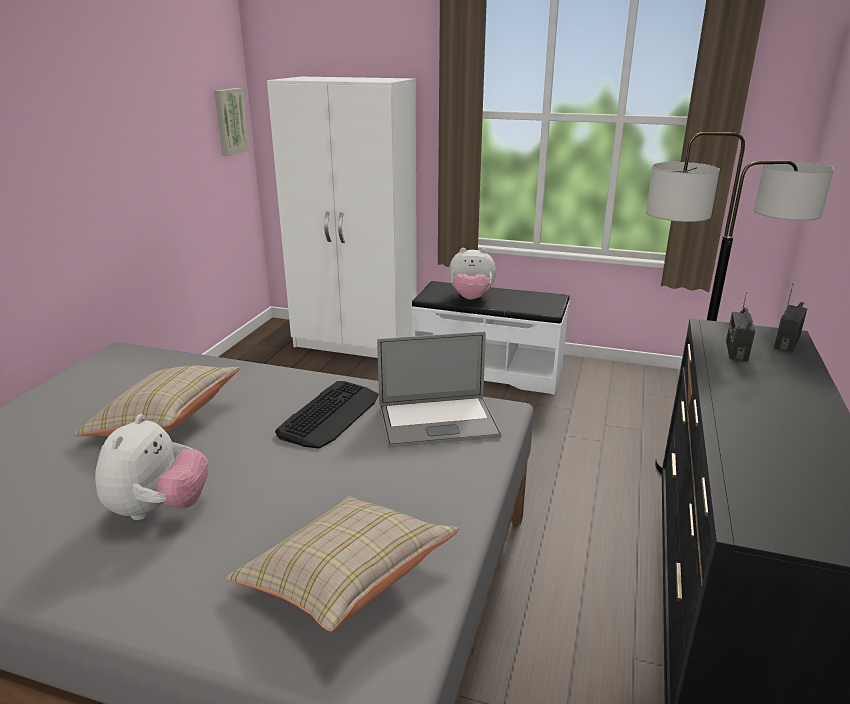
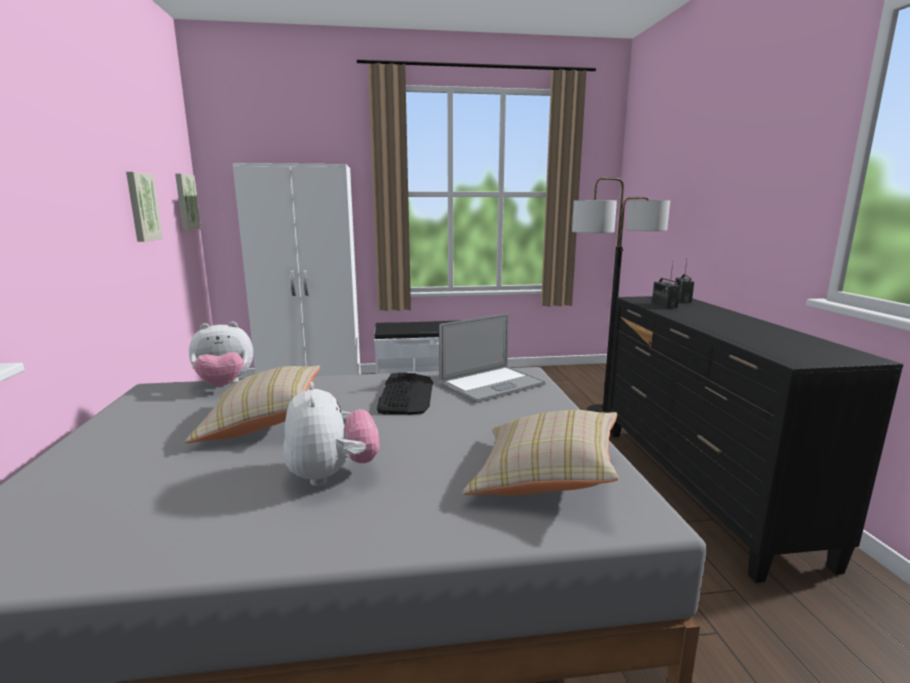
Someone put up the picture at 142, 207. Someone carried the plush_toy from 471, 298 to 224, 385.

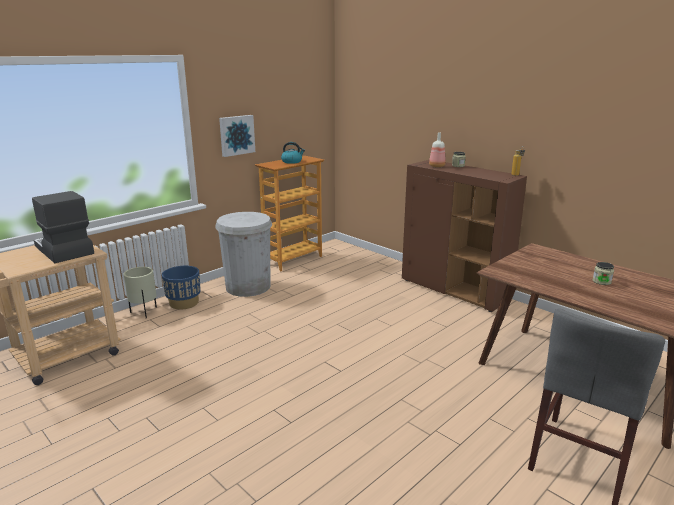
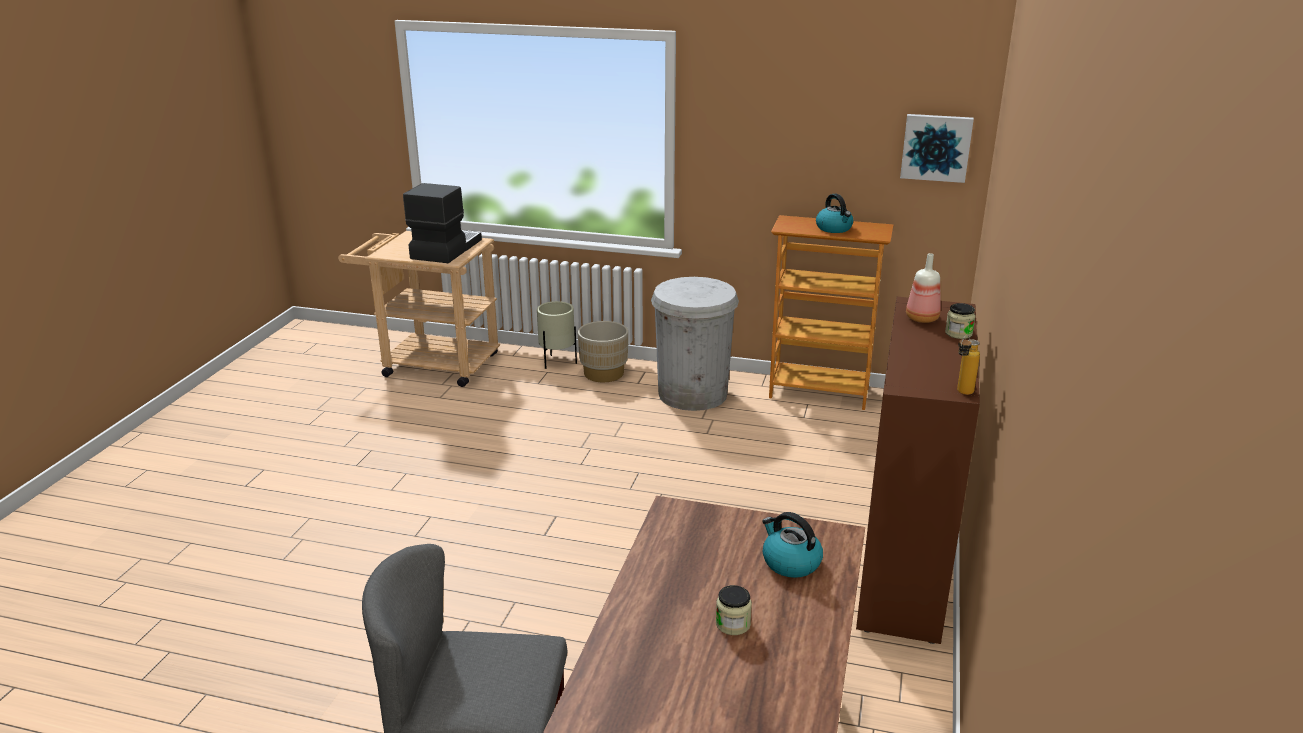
Someone repainted the blue_planter at 184, 303, which became the beige_planter at 603, 373. Someone put down the kettle at 790, 562. Someone carried the picture from 236, 135 to 936, 147.

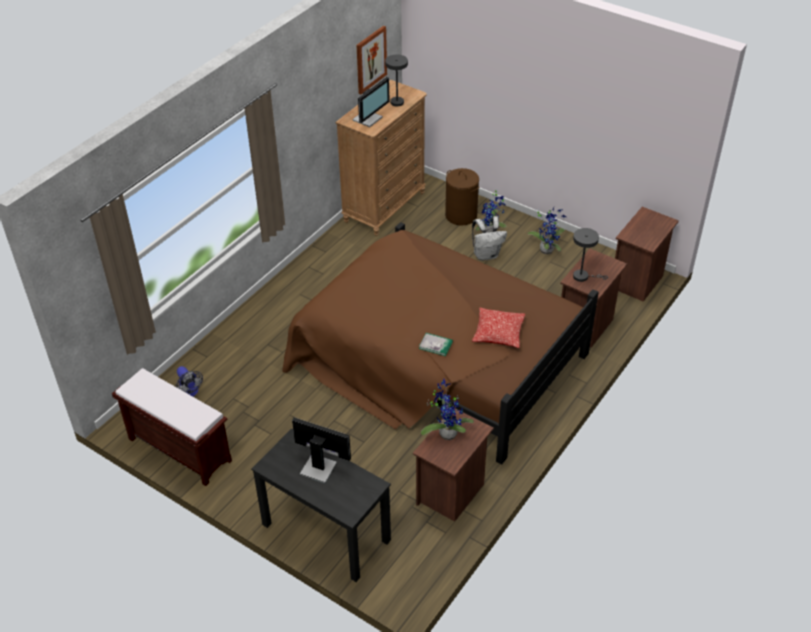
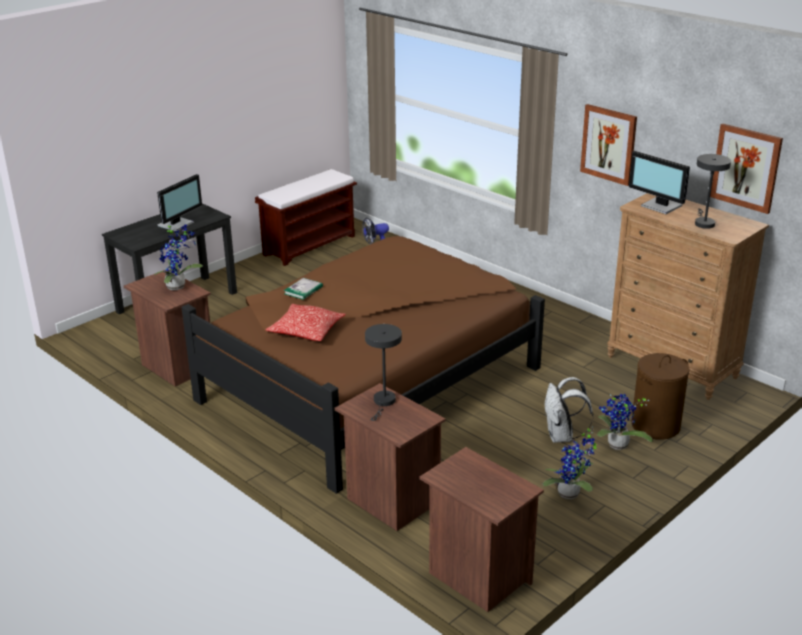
Someone put up the picture at 608, 144.

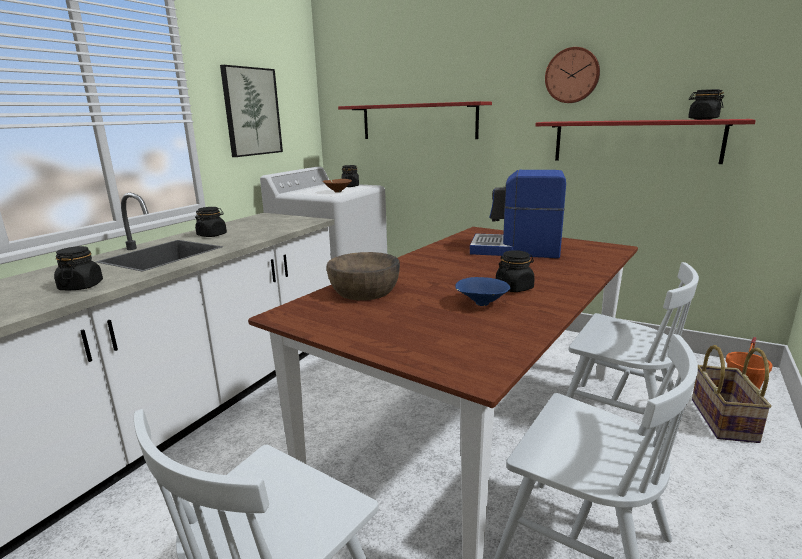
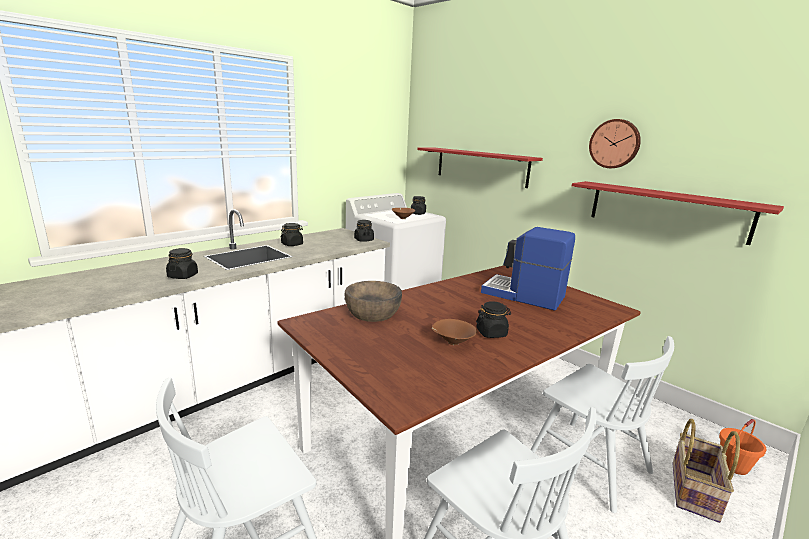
Someone carried the black_jar from 703, 119 to 363, 240. Someone repainted the blue_bowl at 480, 304, which became the brown_bowl at 452, 343. Someone took away the picture at 251, 112.

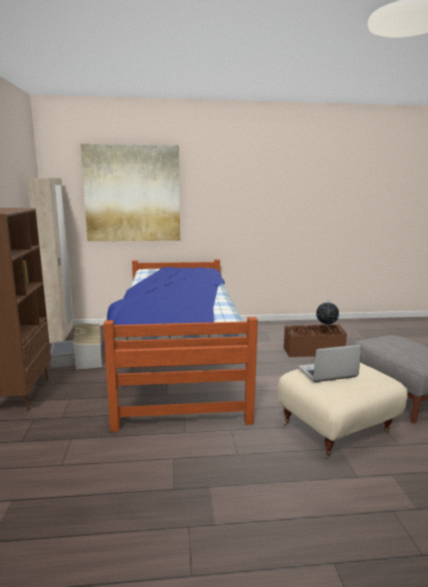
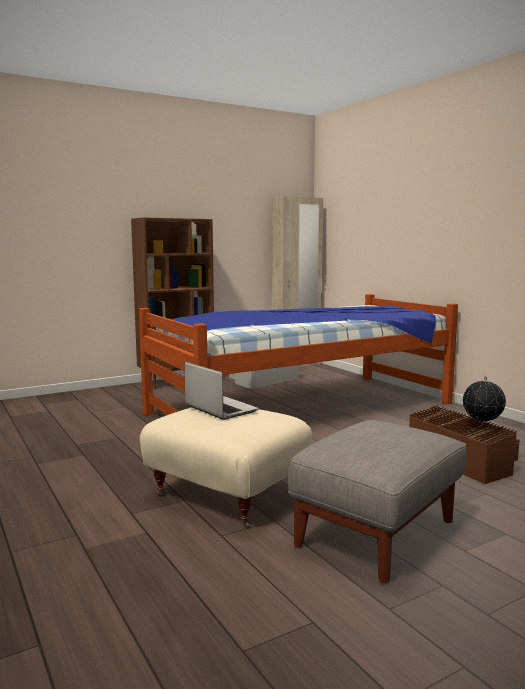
Someone took away the picture at 132, 194.

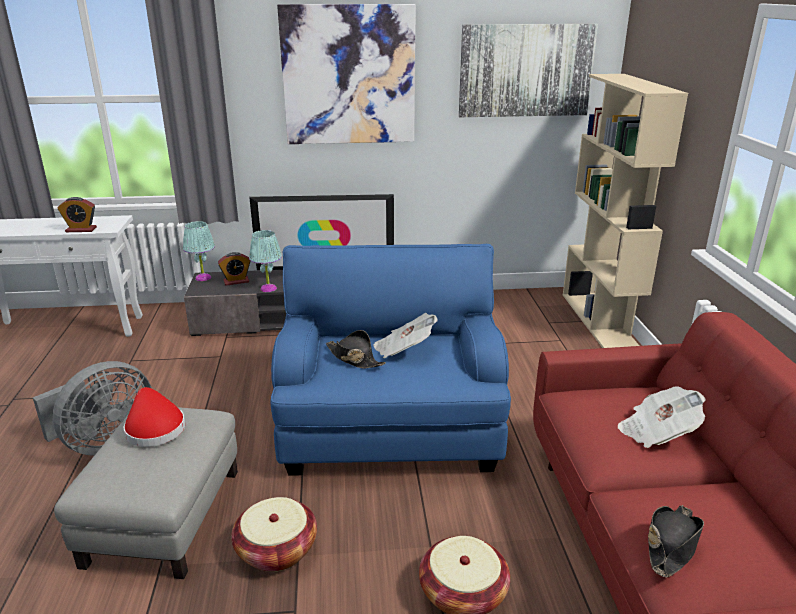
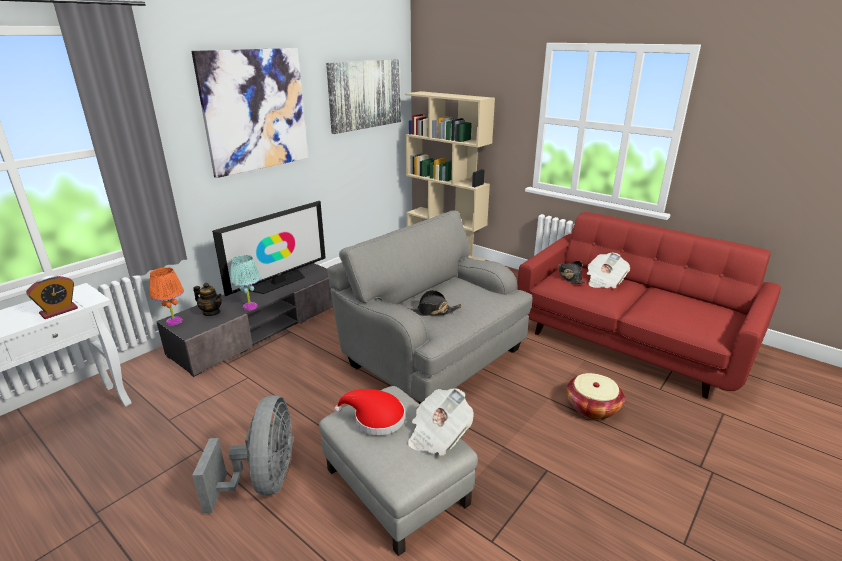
Someone repainted the turquoise_table_lamp at 203, 278, which became the orange_table_lamp at 174, 321. Someone swapped the alarm_clock at 236, 281 for the teapot at 211, 312. Someone repainted the blue_armchair at 390, 423, which became the grey_armchair at 432, 355. Someone carried the newspaper from 404, 349 to 438, 435. Someone carried the black_hat from 671, 545 to 570, 277. Someone took away the basket at 276, 550.

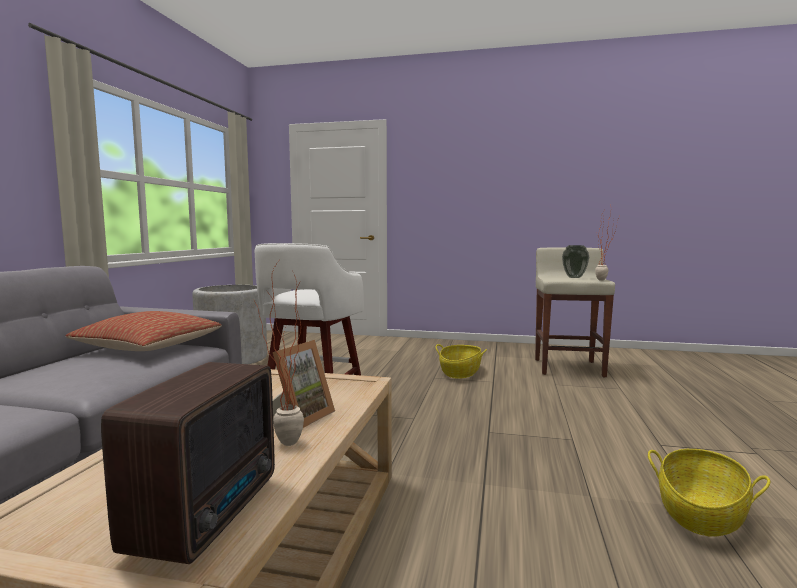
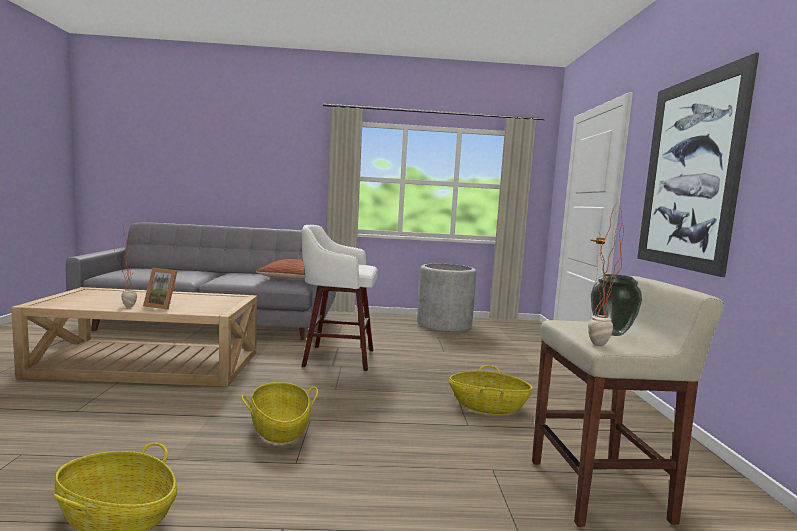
Someone put down the basket at 280, 428. Someone put up the picture at 689, 173. Someone took away the radio at 211, 511.

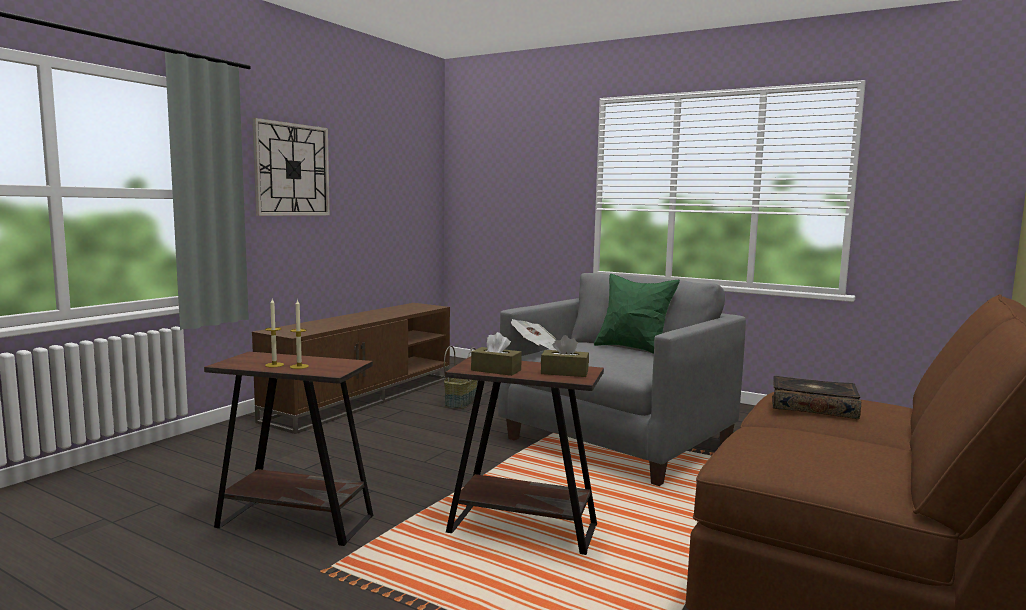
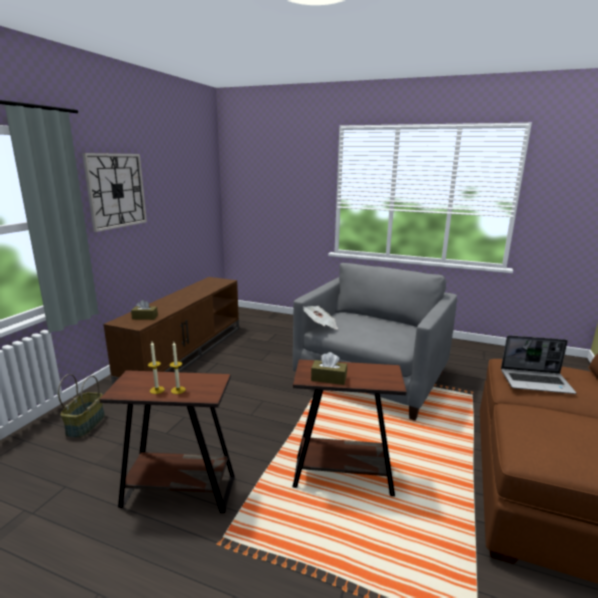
Someone carried the basket from 460, 402 to 85, 424. Someone carried the brown_tissue_box from 564, 372 to 145, 317. Someone swapped the book at 813, 407 for the laptop at 536, 382. Someone took away the green_pillow at 633, 349.

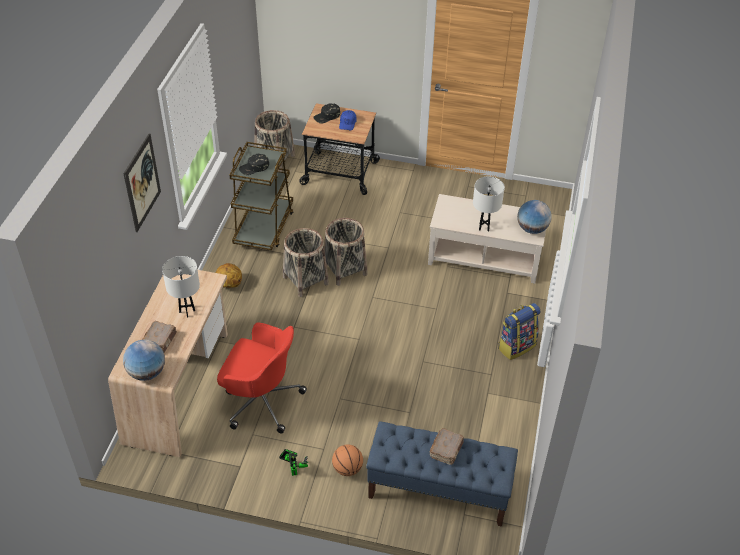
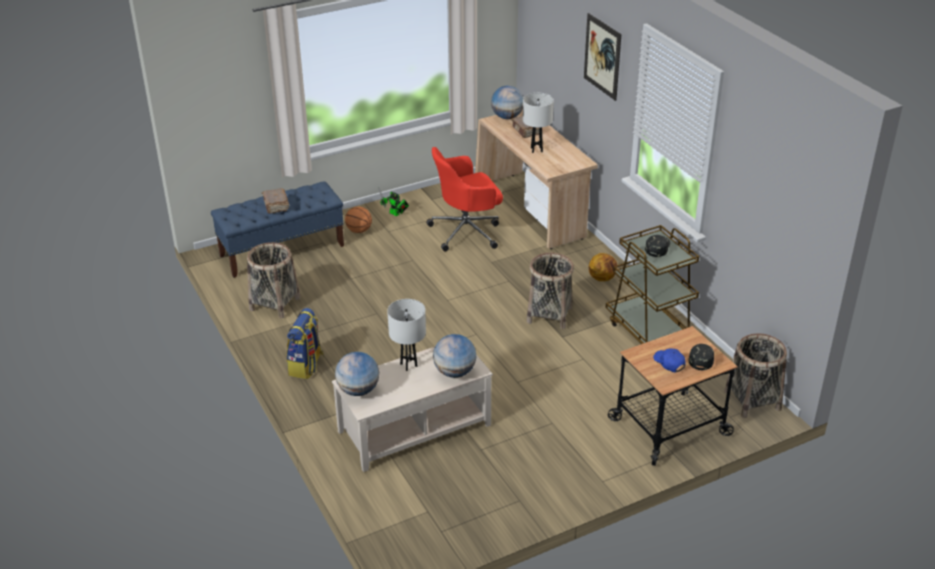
Someone carried the basket from 344, 269 to 275, 303. Someone put down the globe at 455, 372.

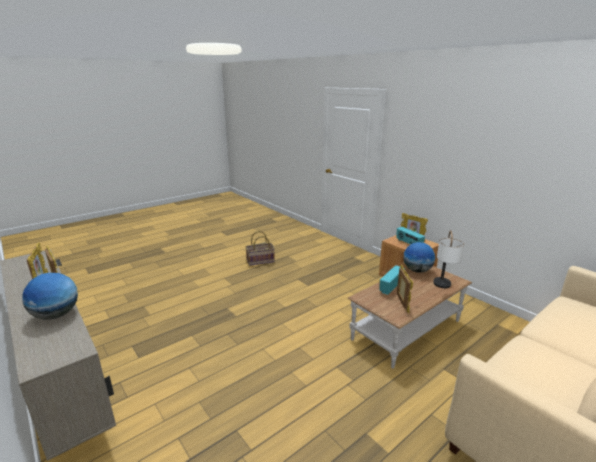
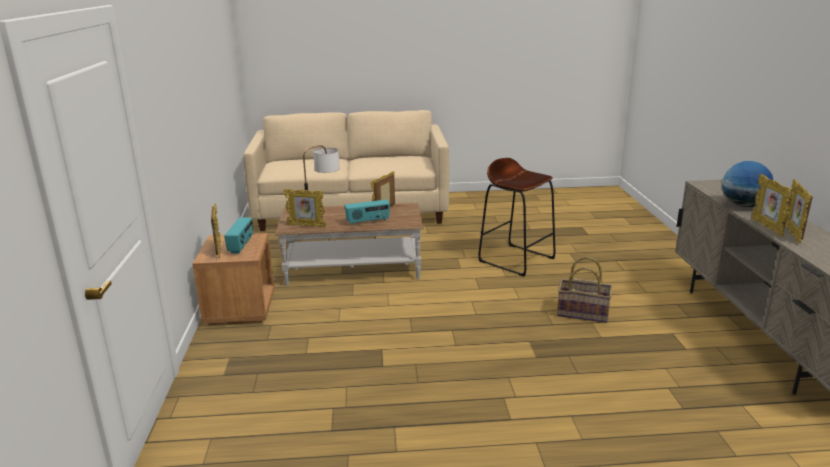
Someone swapped the globe at 417, 270 for the picture_frame at 306, 226. Someone put down the brown_stool at 516, 259. Someone carried the basket from 260, 261 to 583, 313.

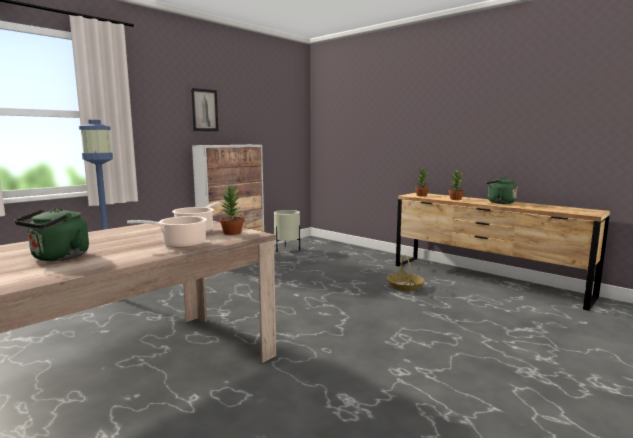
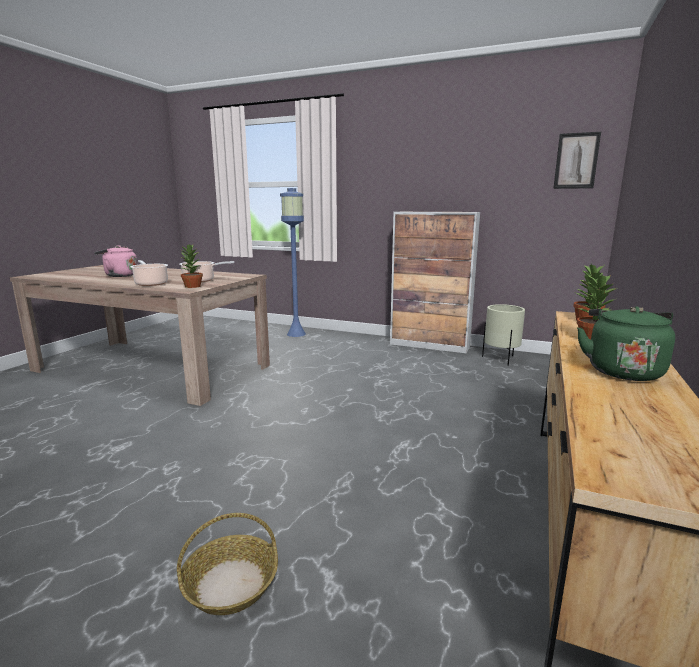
Someone repainted the green_kettle at 58, 257, which became the pink_kettle at 119, 275. Someone carried the basket from 405, 286 to 230, 584. Someone carried the picture from 204, 110 to 576, 161.

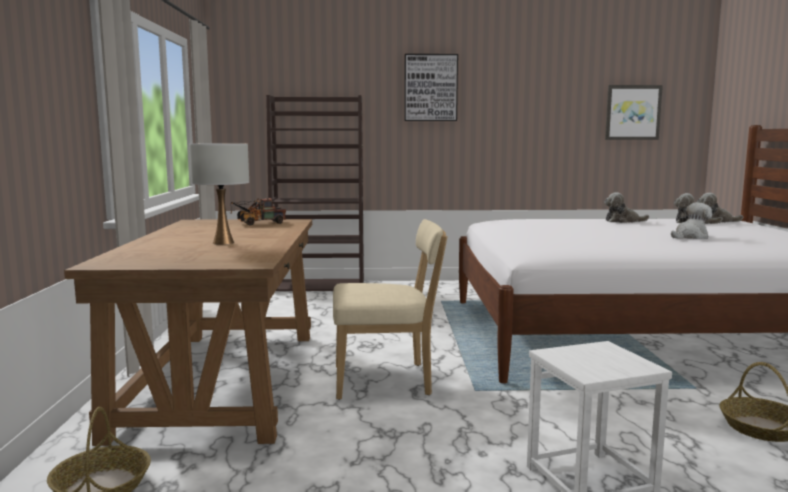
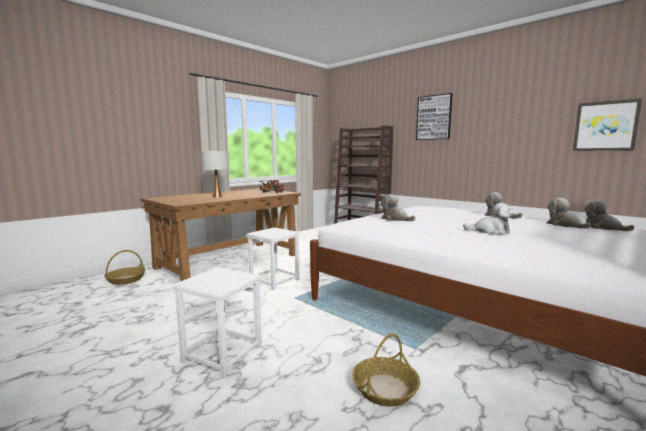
Someone swapped the beige_chair at 387, 381 for the white_stool at 274, 280. Someone put down the plush_toy at 395, 219.

